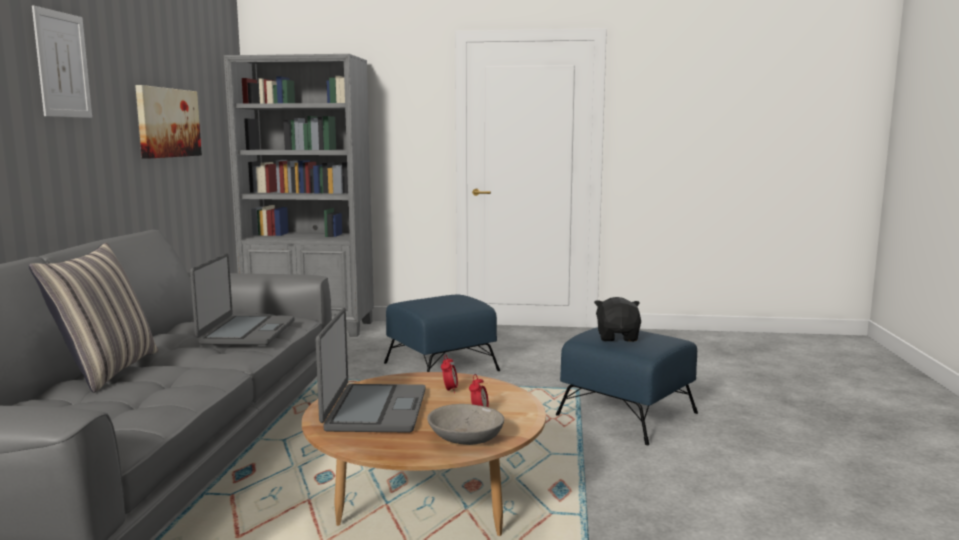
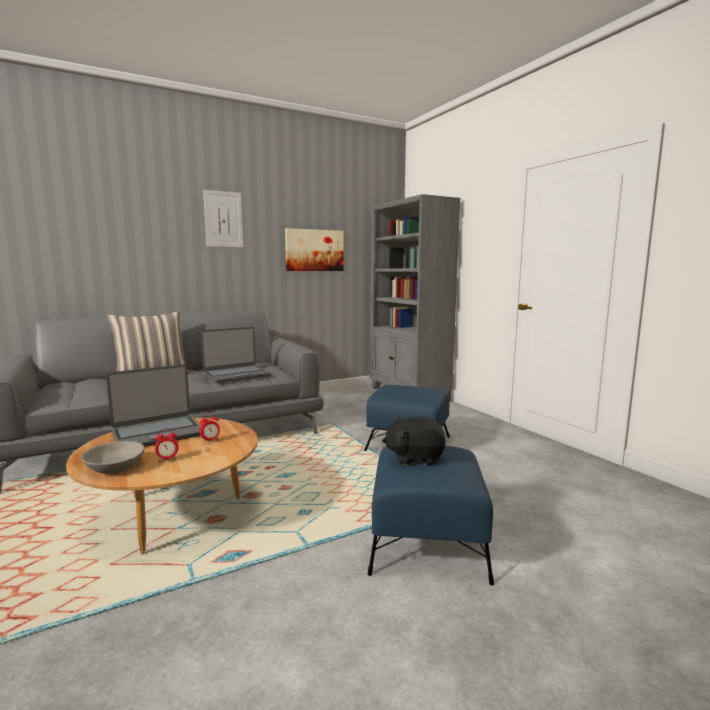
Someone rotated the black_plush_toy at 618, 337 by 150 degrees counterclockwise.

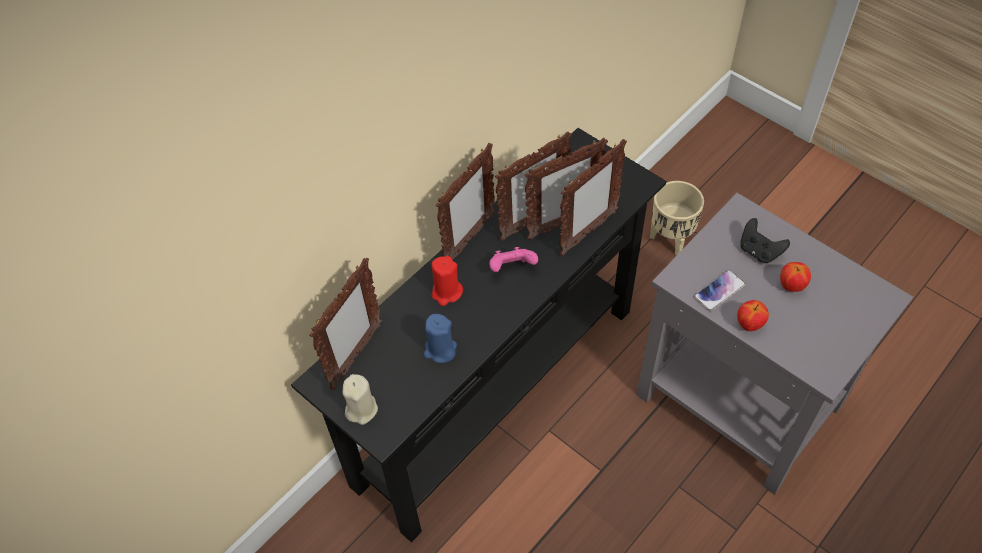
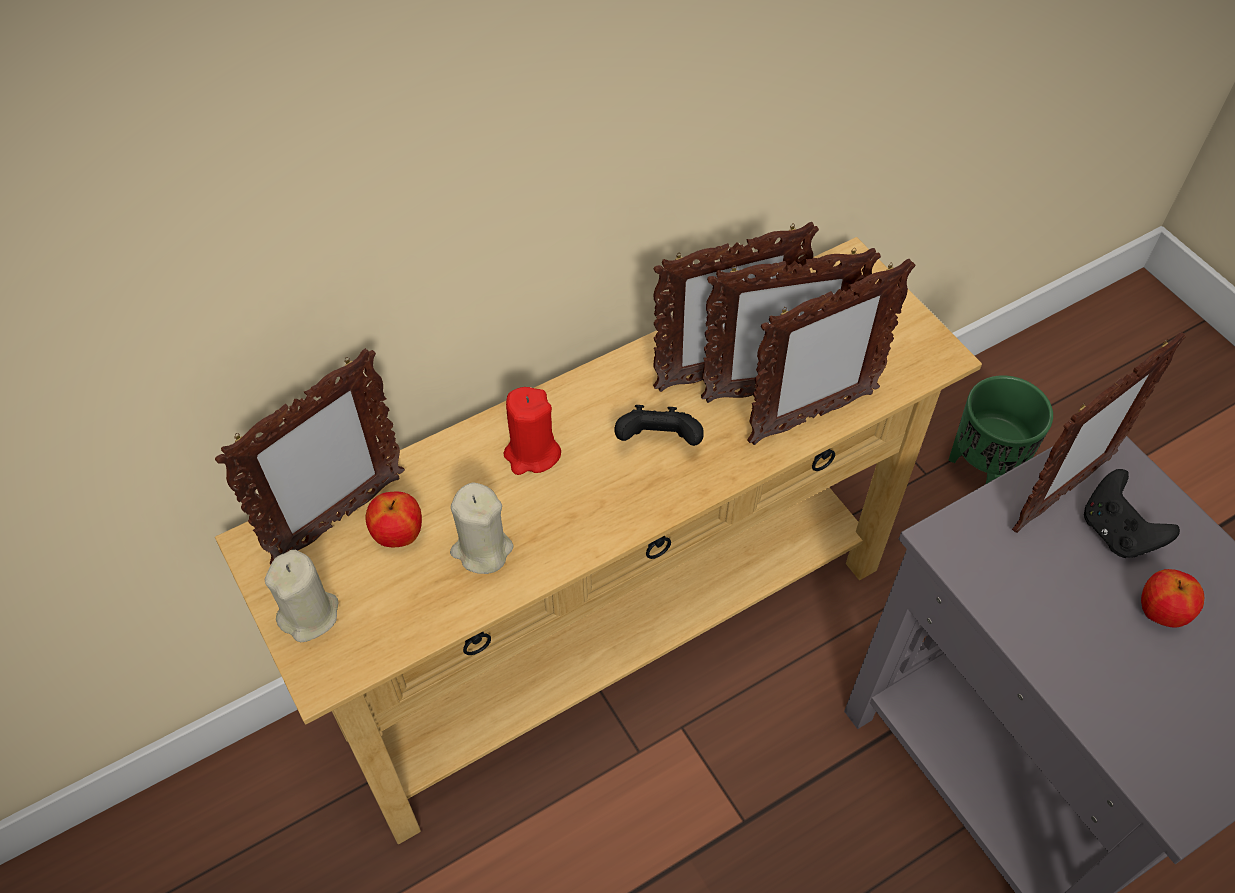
Someone repainted the black_console_table at 495, 394, which became the beige_console_table at 616, 641. Someone carried the apple from 749, 324 to 398, 536. Someone repainted the blue_candle at 440, 350, which became the beige_candle at 482, 549. Someone repainted the pink_game_controller at 512, 268, which became the black_game_controller at 658, 442. Someone repainted the beige_planter at 671, 239, which became the green_planter at 983, 472. Someone carried the picture_frame from 469, 240 to 1061, 494. Someone took away the phone at 719, 291.

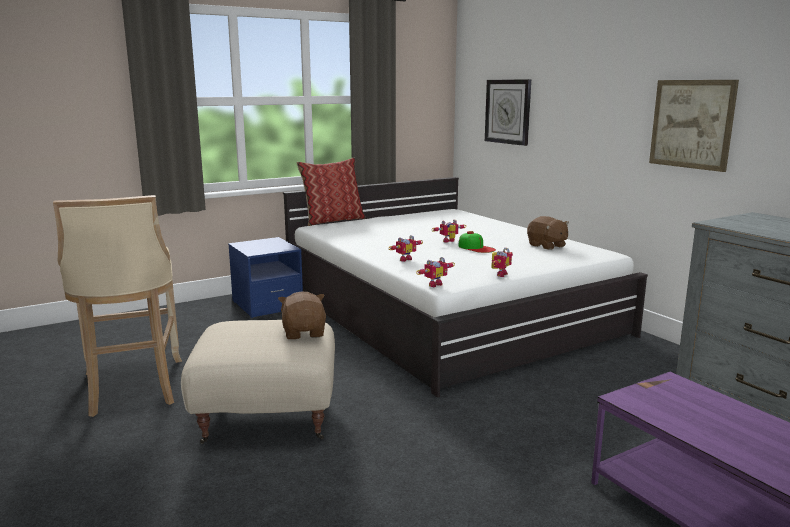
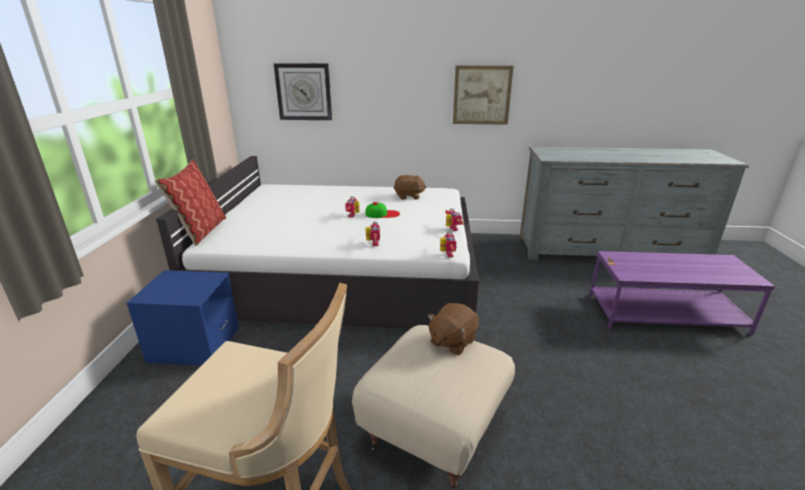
Someone rotated the brown_plush_toy at 304, 333 by 75 degrees counterclockwise.

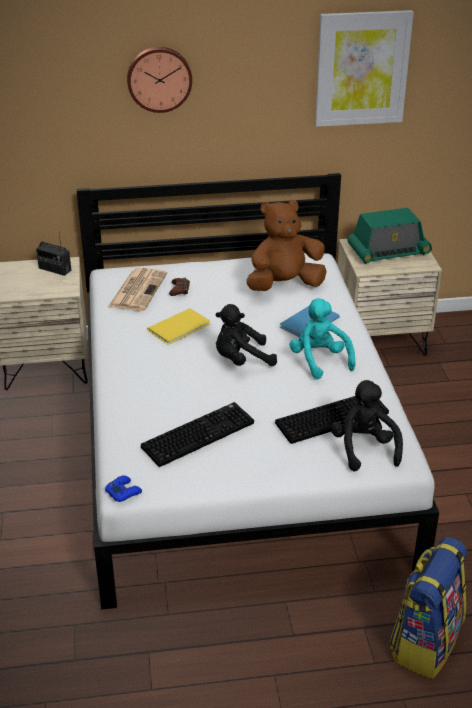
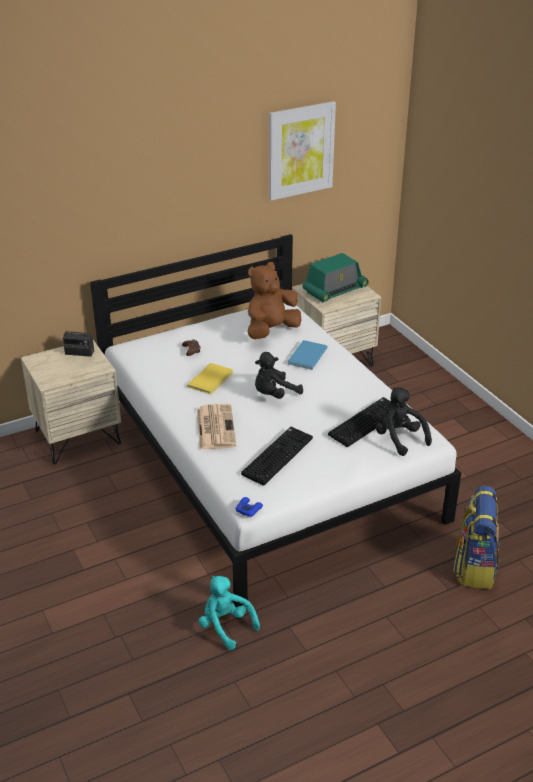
Someone carried the newspaper from 138, 289 to 215, 427. Someone carried the turquoise_plush_toy from 319, 360 to 225, 626. Someone took away the wall_clock at 159, 78.

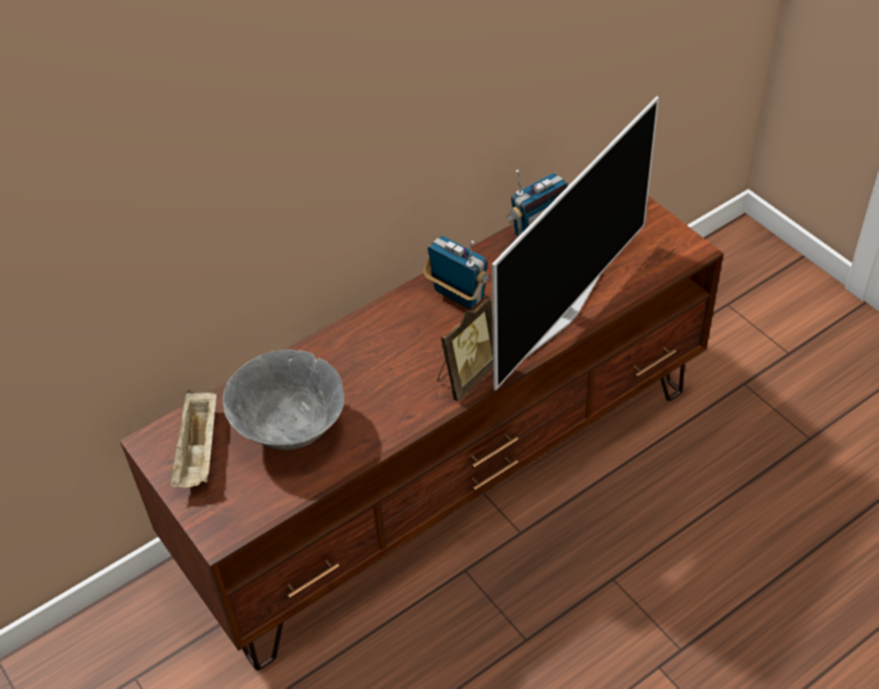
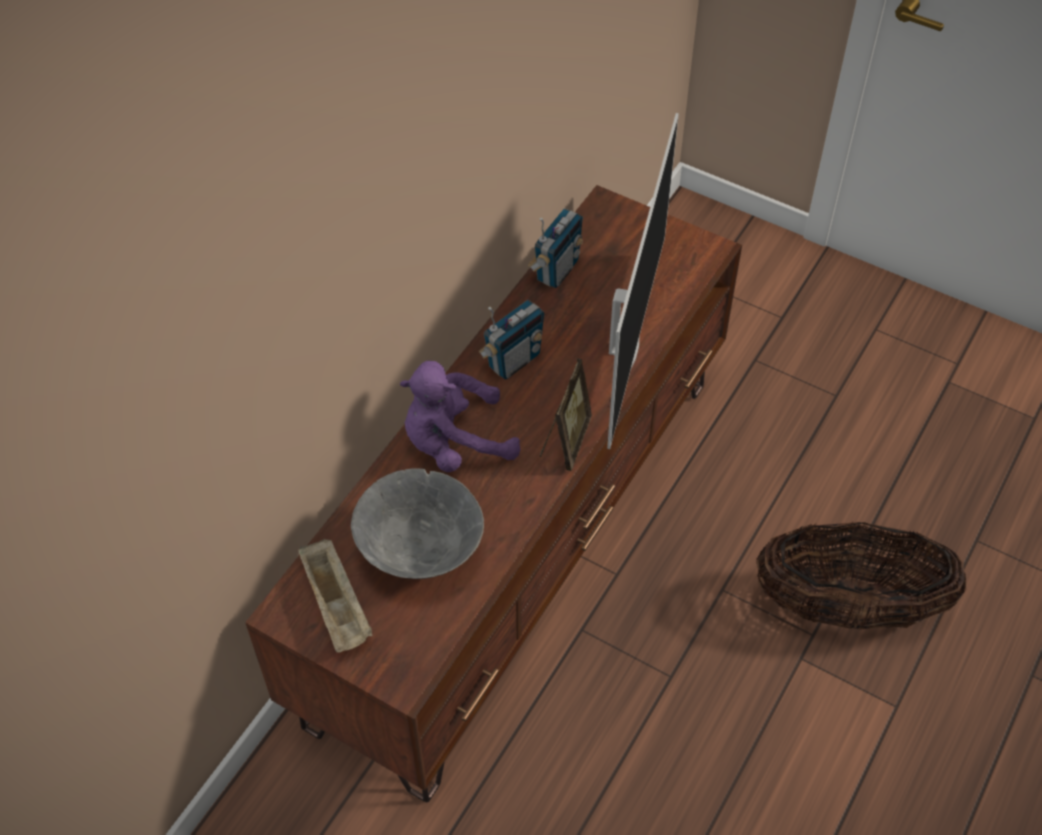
Someone put down the purple_plush_toy at 454, 443. Someone rotated the radio at 458, 295 by 120 degrees clockwise. Someone put down the basket at 848, 607.

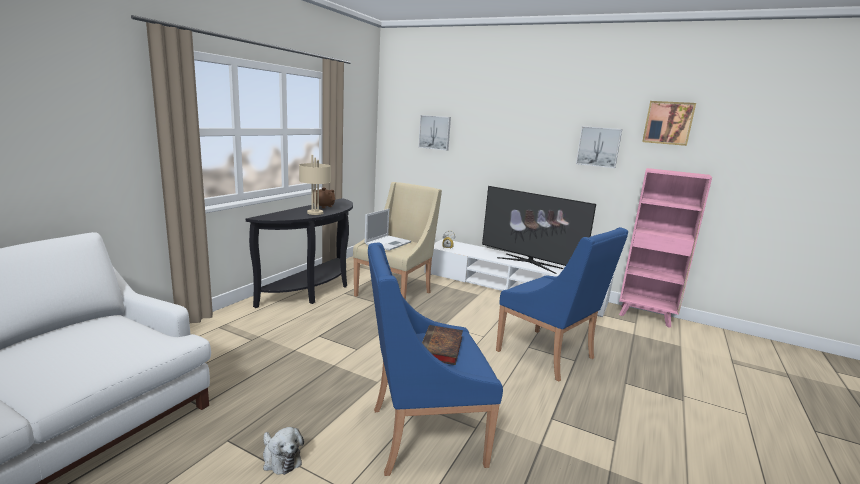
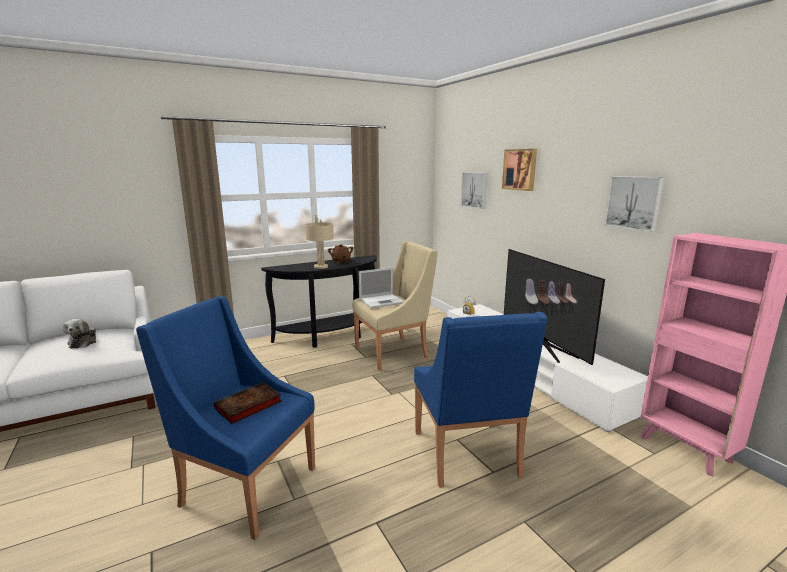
Someone carried the plush_toy from 280, 458 to 83, 342. Someone carried the picture from 668, 123 to 520, 169.

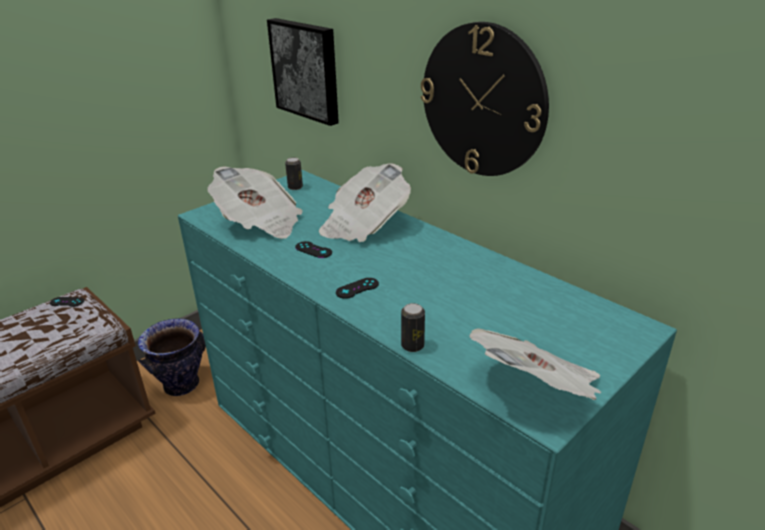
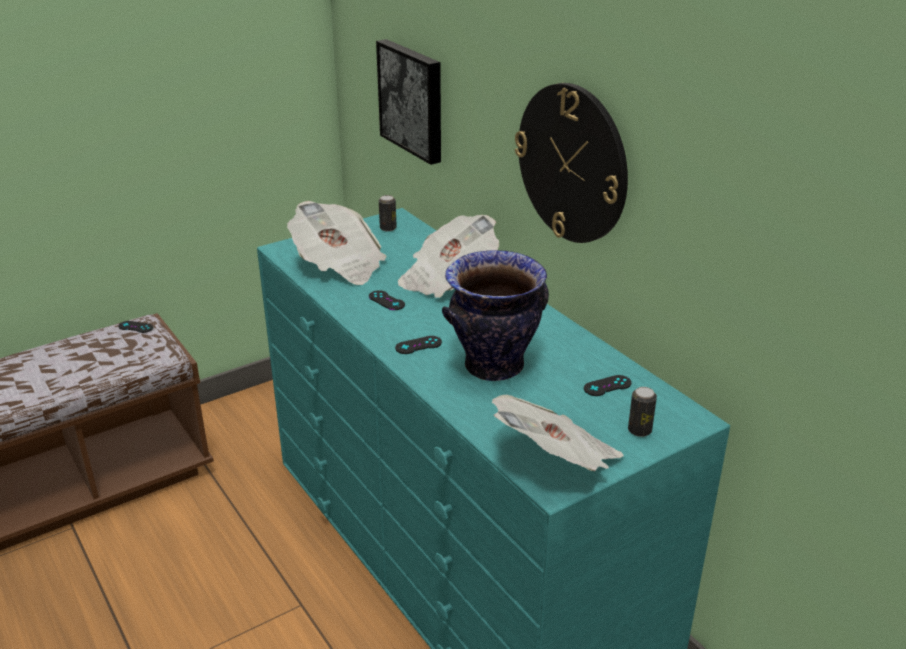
Someone carried the vase from 181, 385 to 493, 366. Someone put down the black_game_controller at 607, 386. Someone carried the can from 412, 346 to 639, 430.

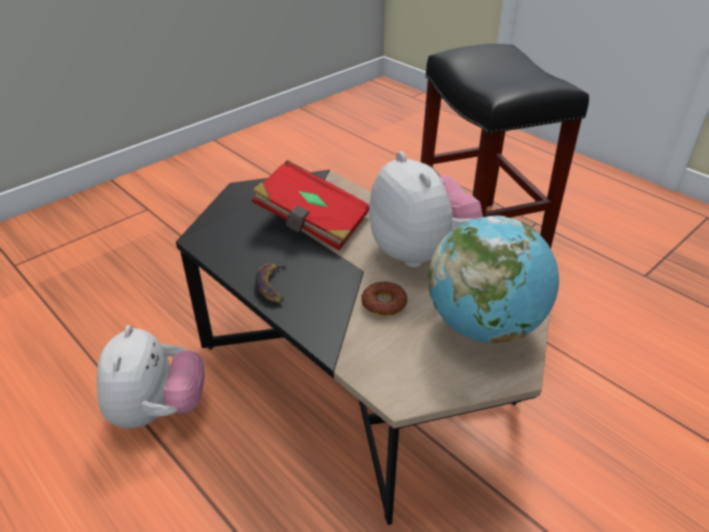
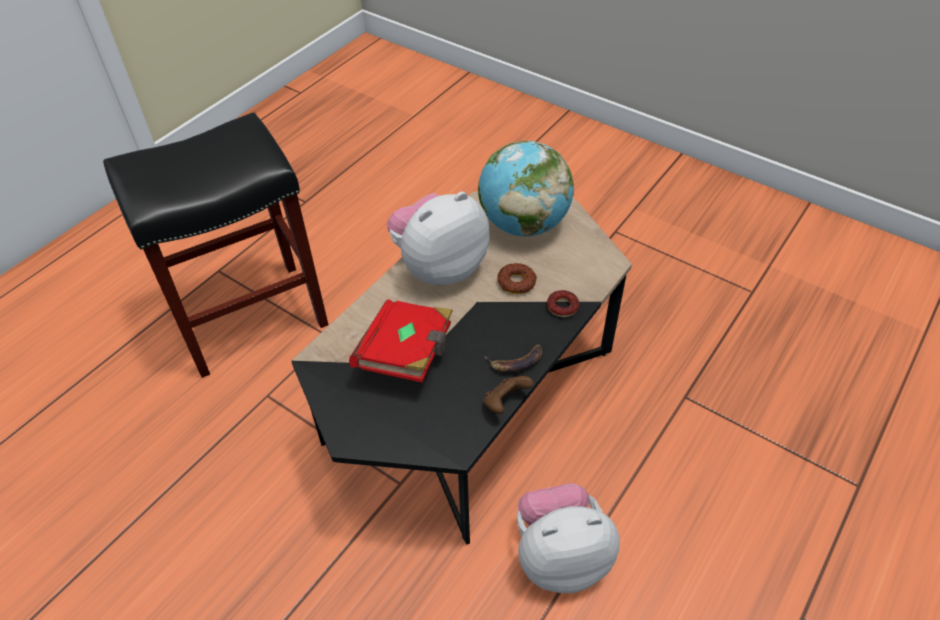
Someone put down the brown_game_controller at 505, 403. Someone put down the donut at 562, 306.

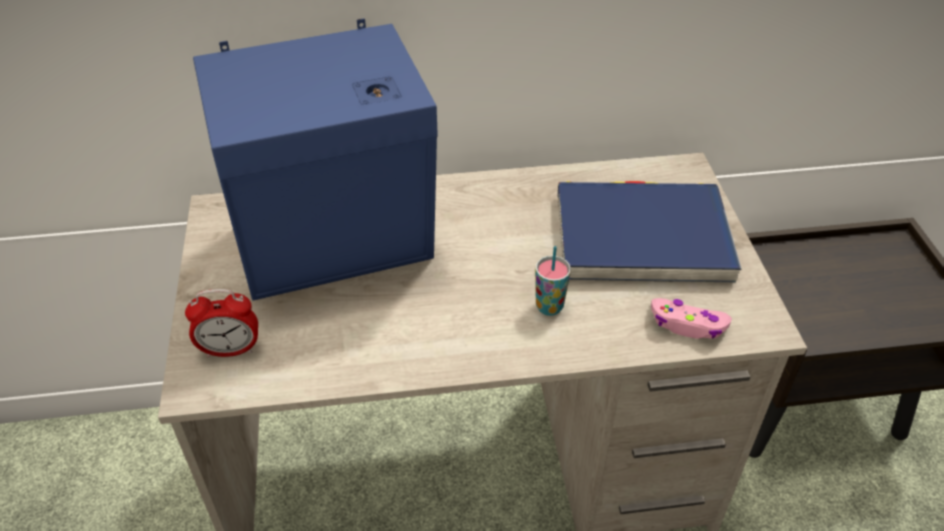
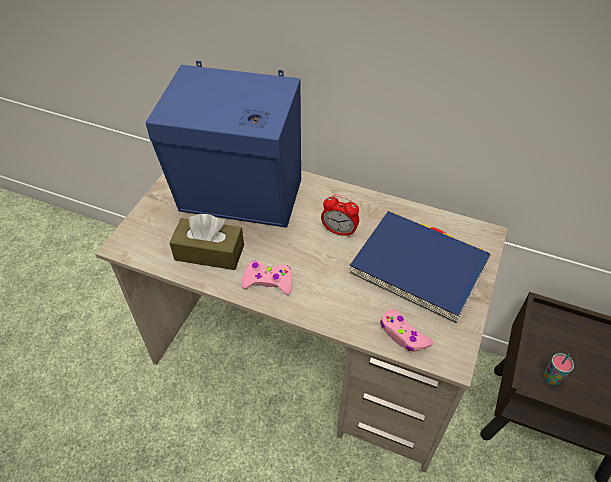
Someone put down the brown_tissue_box at 209, 252. Someone put down the pink_game_controller at 268, 281. Someone carried the alarm_clock from 230, 350 to 339, 231. Someone carried the cup from 549, 307 to 551, 378.

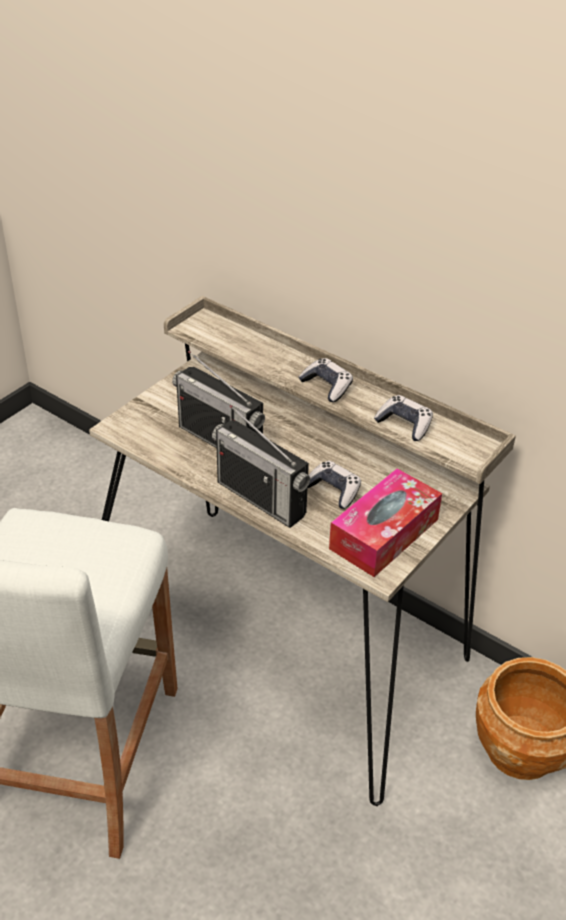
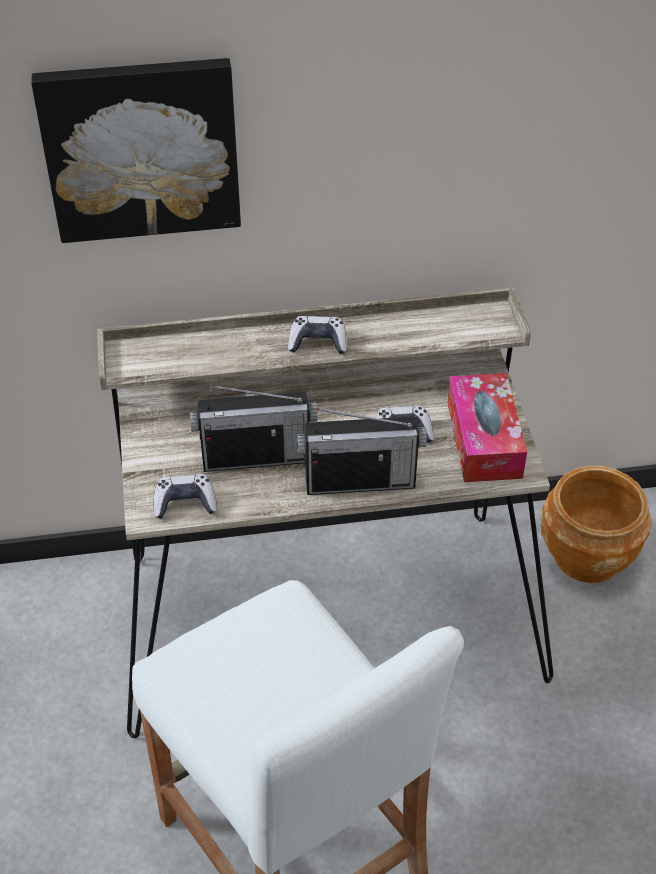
Someone put up the picture at 141, 148. Someone carried the game_controller from 404, 424 to 185, 503.

